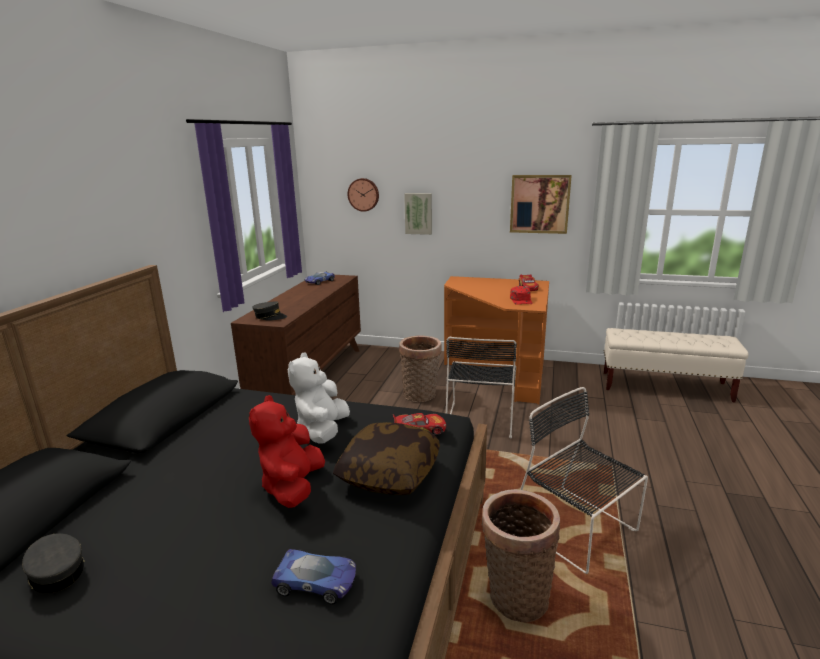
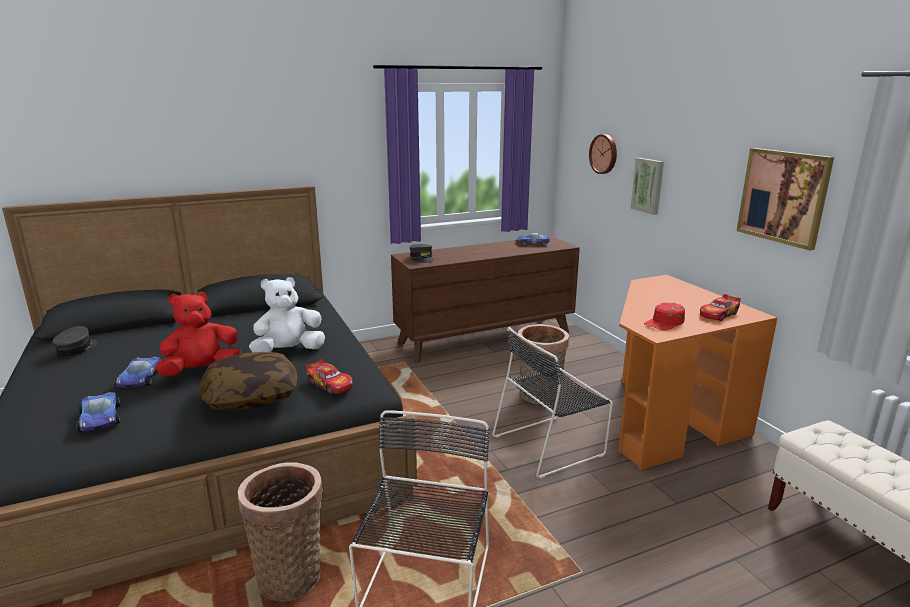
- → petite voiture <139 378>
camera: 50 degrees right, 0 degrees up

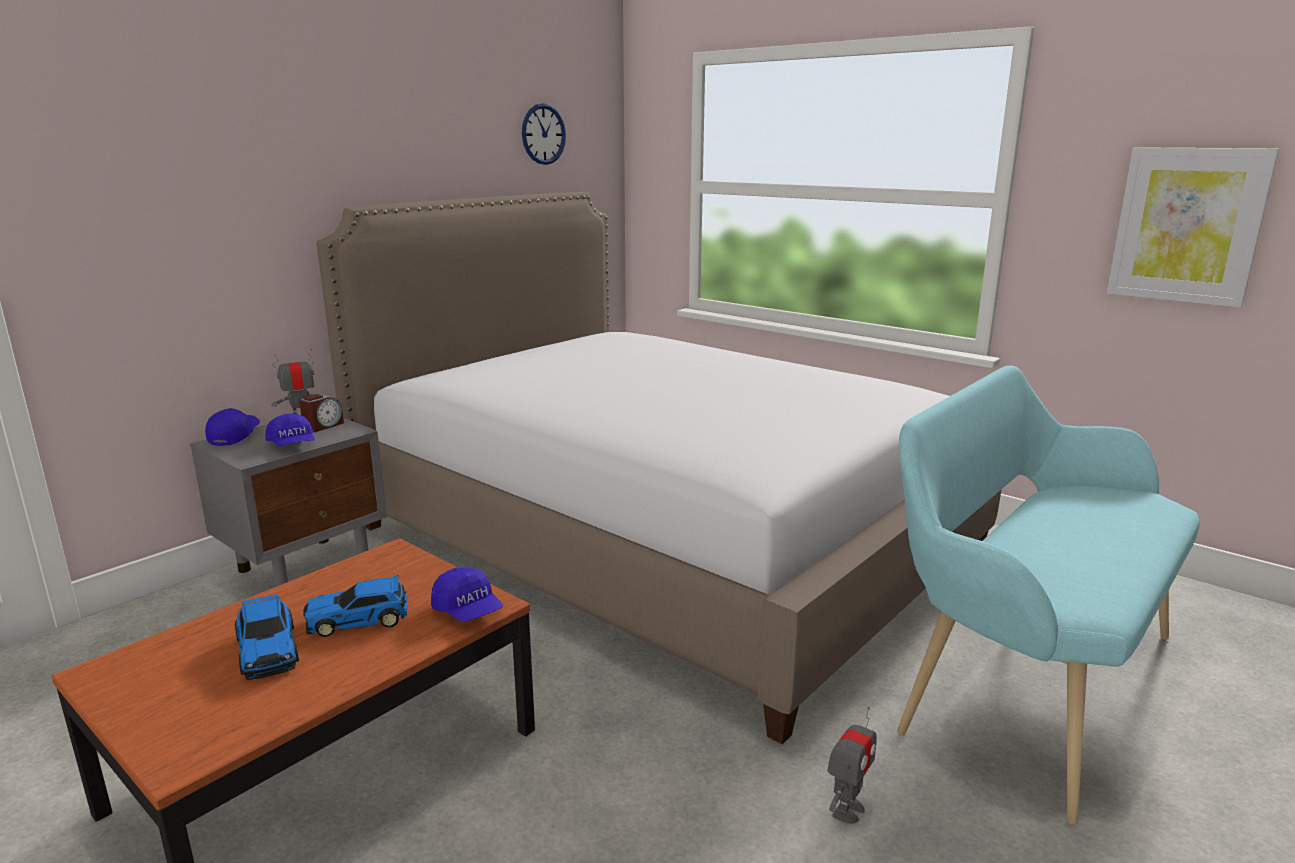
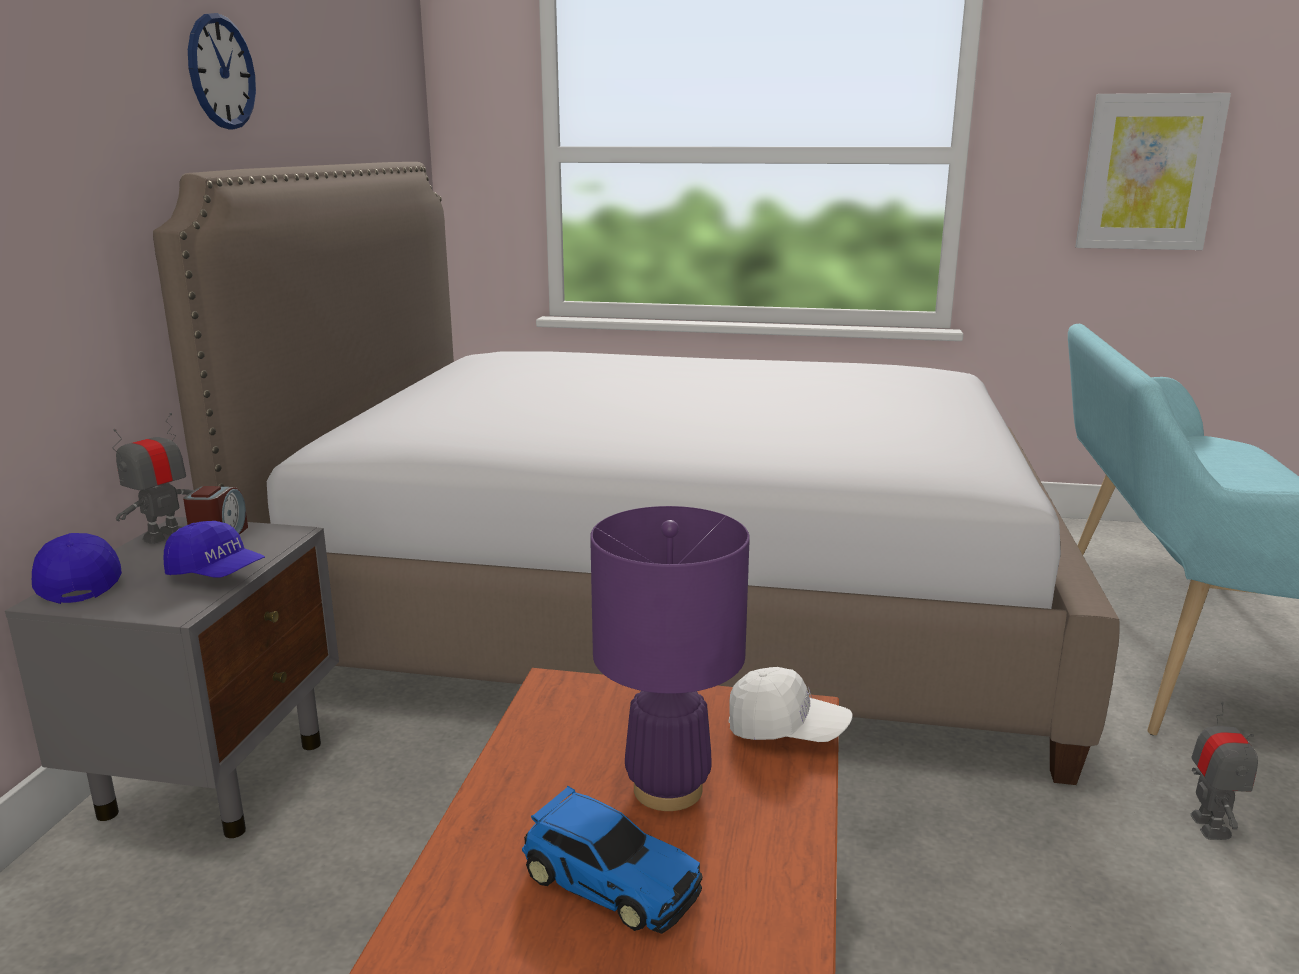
petite voiture <360 619> → lampe de table/violet <668 789>
casquette/bleu <468 611> → casquette/blanc <787 730>
horloge murale <543 134> → horloge murale <221 72>, move
camera: 30 degrees left, 0 degrees up

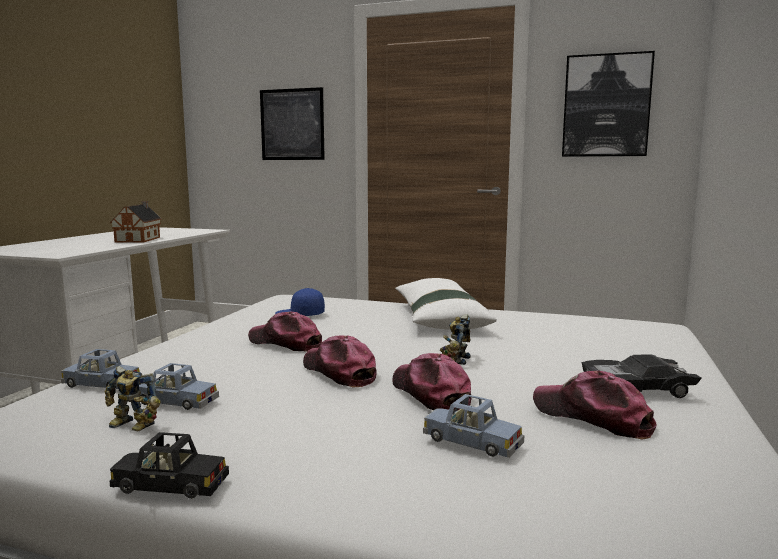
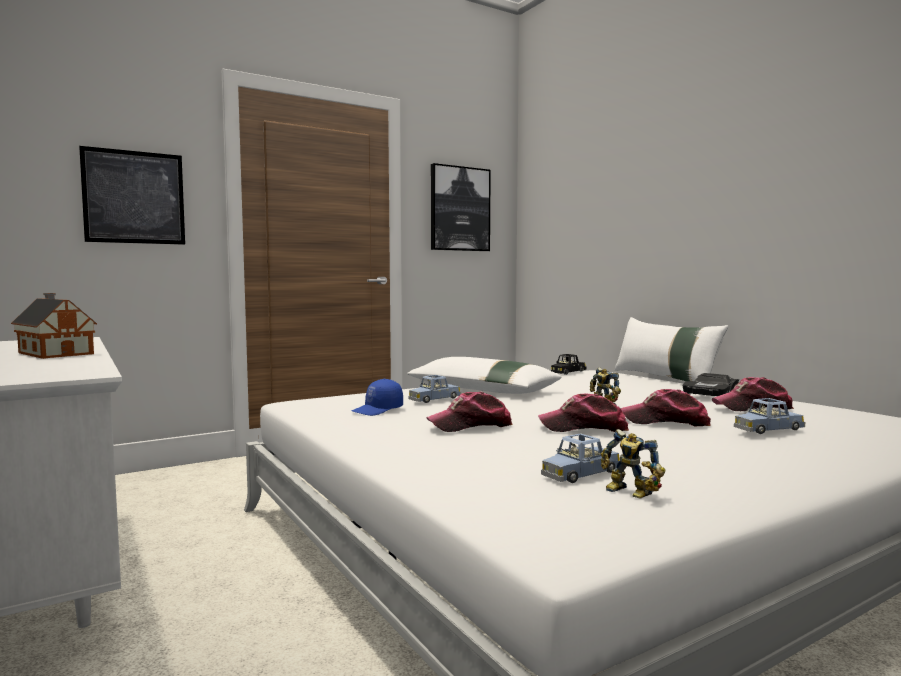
petite voiture/bleu <101 385> → petite voiture/bleu <434 399>, move
robot jouet <130 427> → robot jouet <628 493>, 75 degrees clockwise
petite voiture/noir <170 486> → petite voiture/noir <568 372>, move
- → coussin/blanc <665 379>
camera: 50 degrees left, 5 degrees down

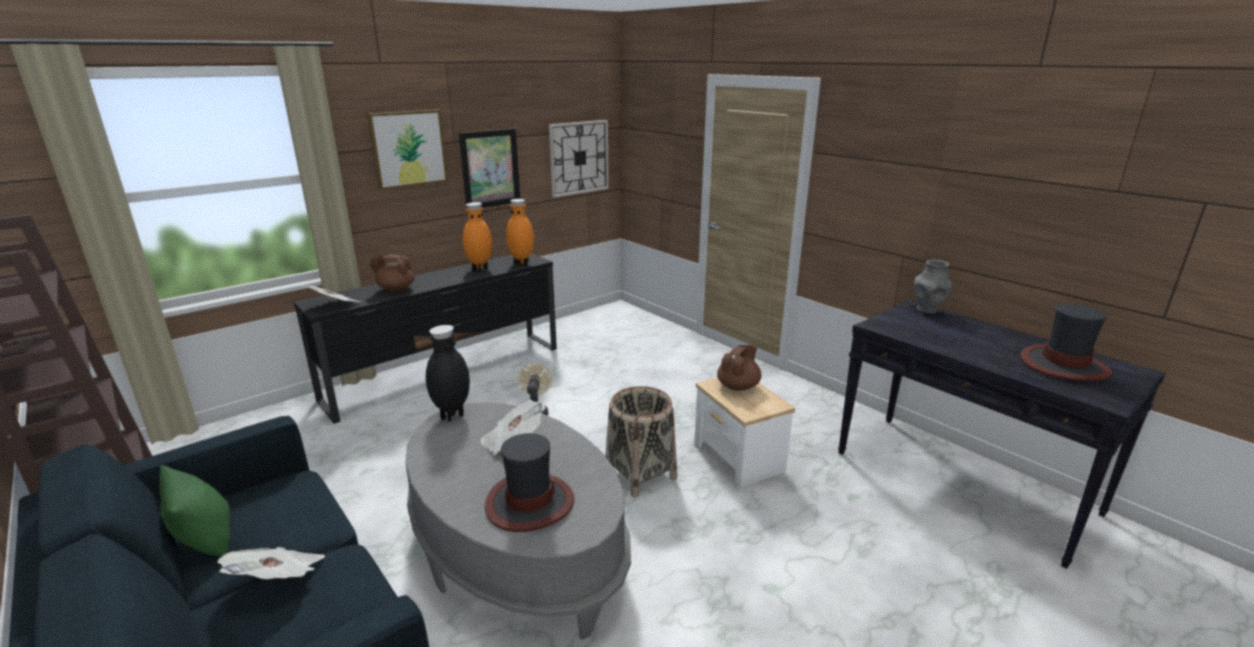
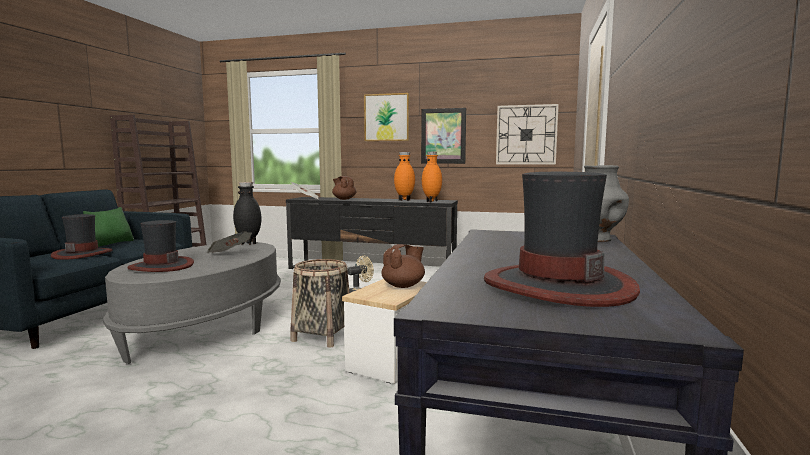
journal <279 579> → chapeau <82 254>
théière/marron <738 386> → théière/marron <403 286>, 45 degrees counterclockwise
camera: 55 degrees right, 15 degrees down

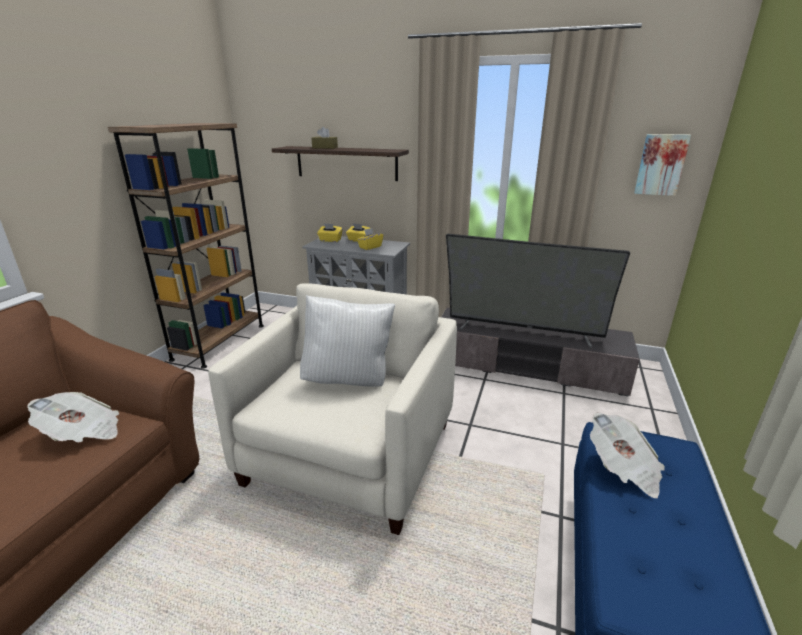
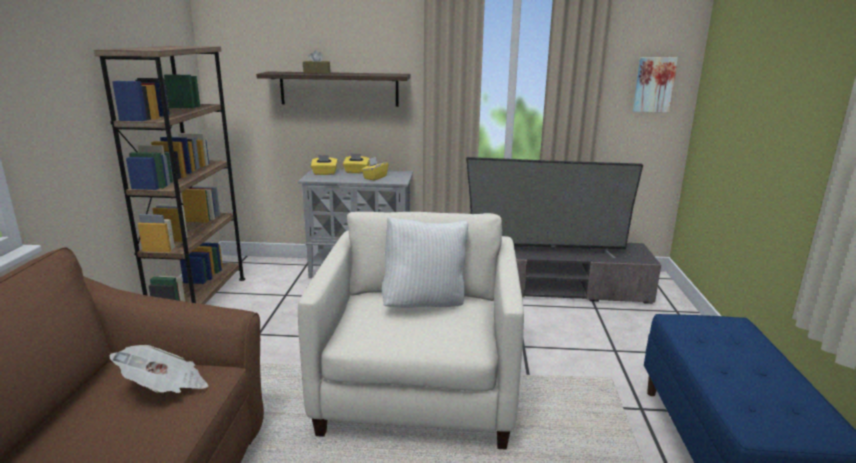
journal <623 469> → -
camera: 15 degrees left, 5 degrees down

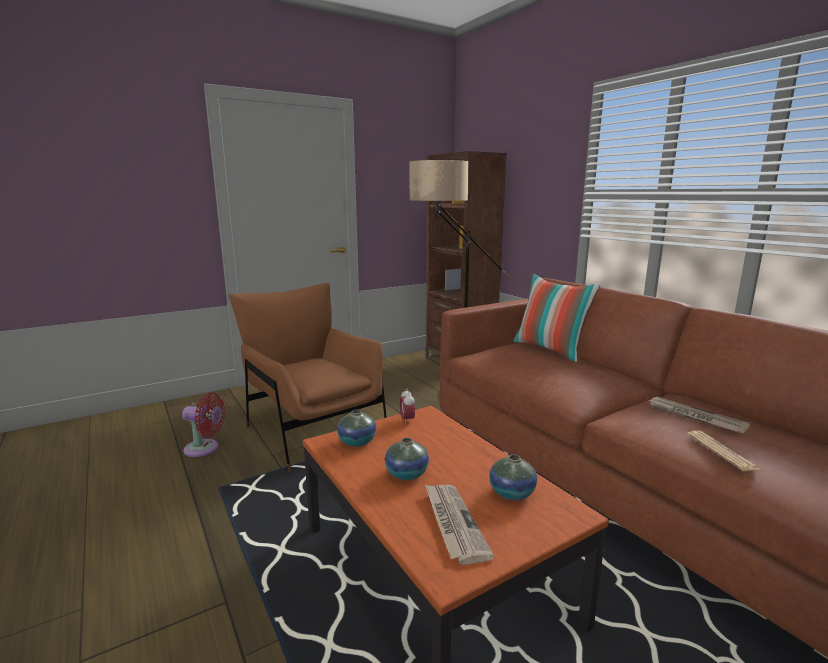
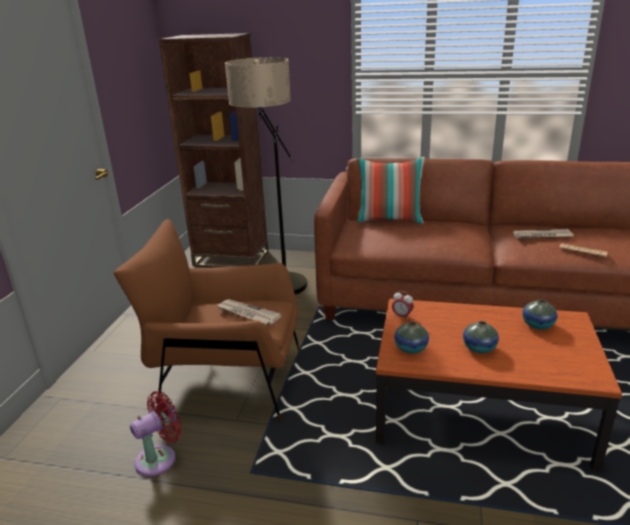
journal <453 523> → journal <247 314>, move
camera: 45 degrees left, 10 degrees up

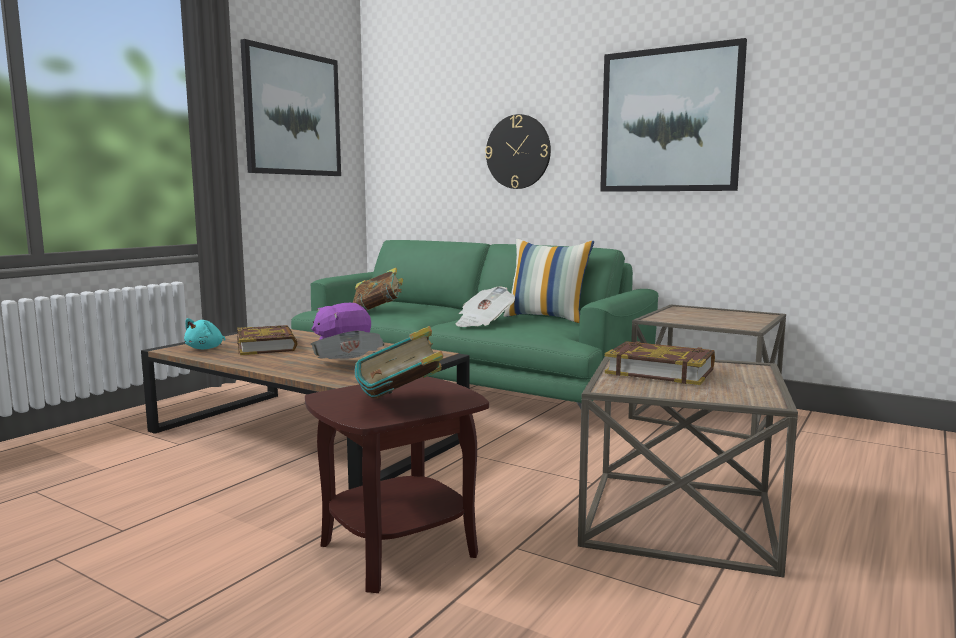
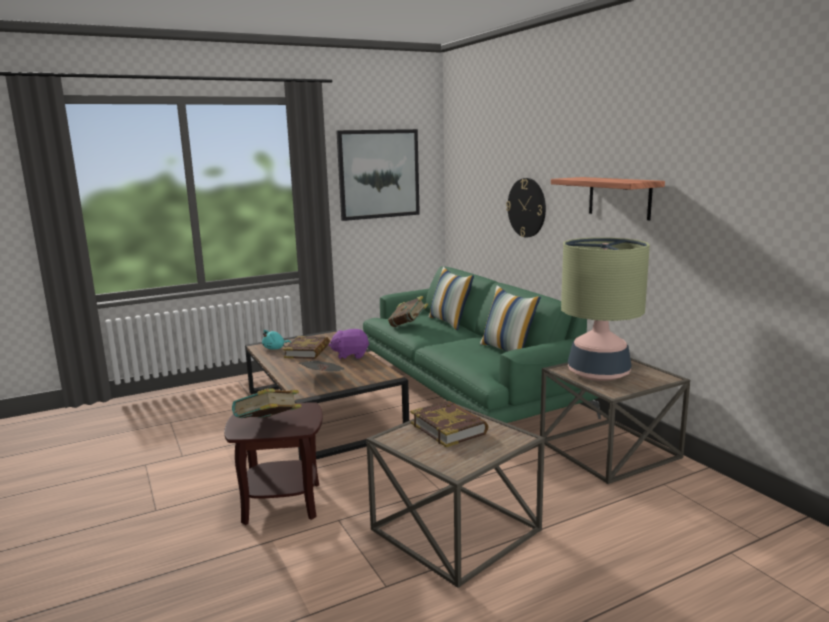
journal <483 323> → -
tableau <669 120> → étagère <619 197>
- → coussin <450 322>
- → lampe de table <598 373>
camera: 30 degrees right, 5 degrees up

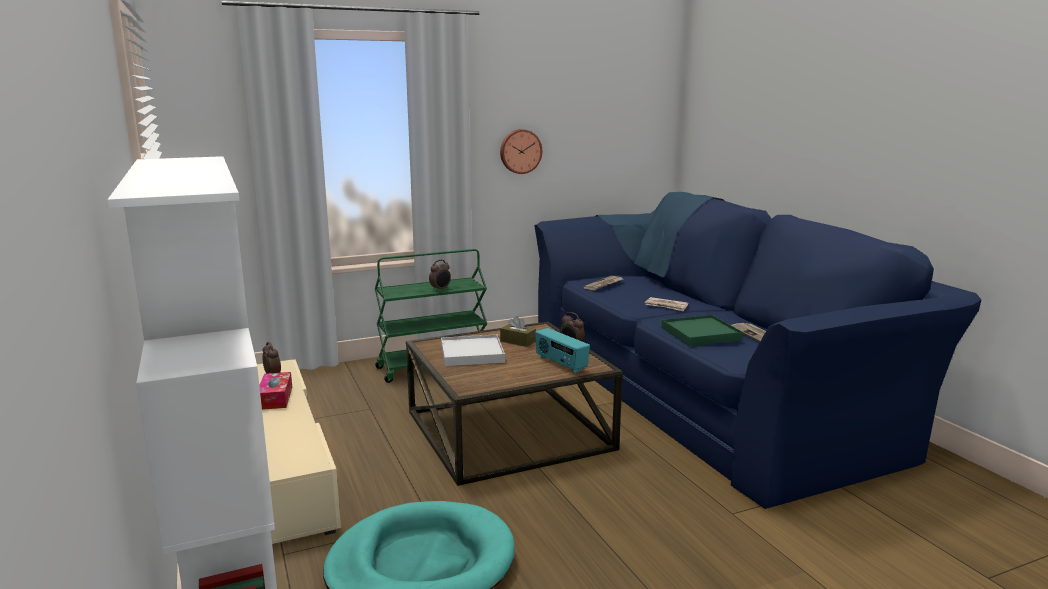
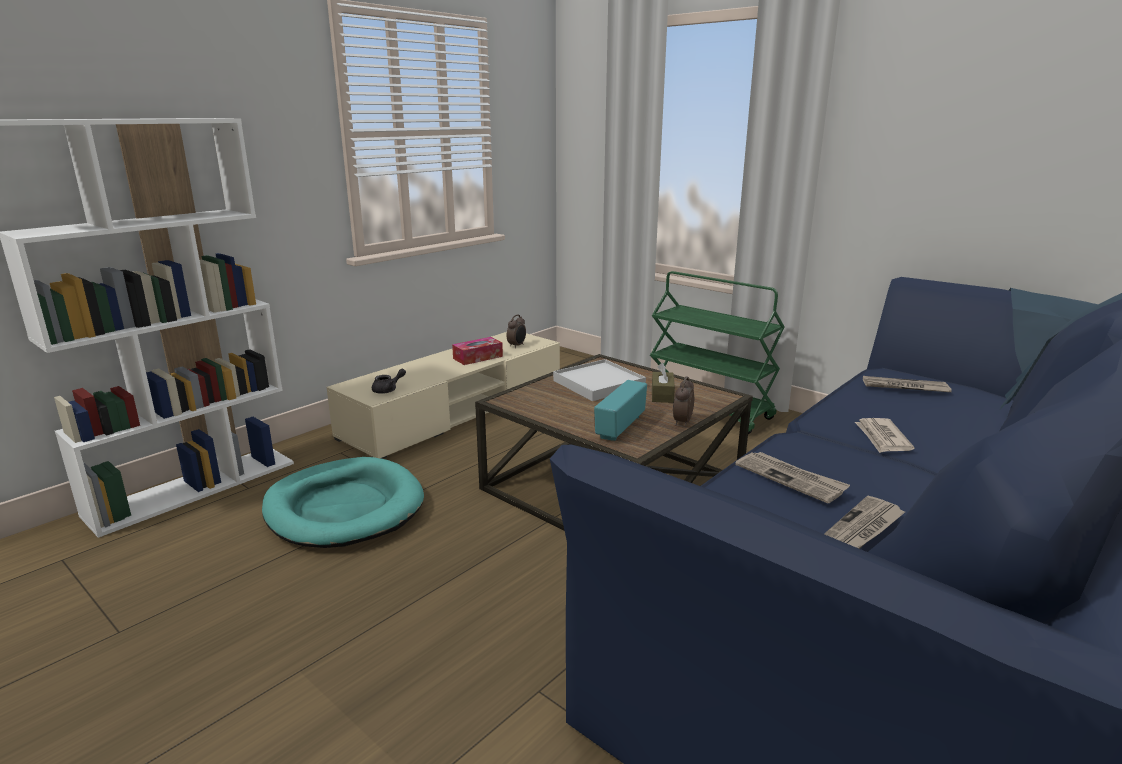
réveil <440 289> → -
horloge murale <520 151> → -
plateau/vert <700 334> → journal <791 479>
- → théière/gris <388 390>
camera: 65 degrees right, 5 degrees up

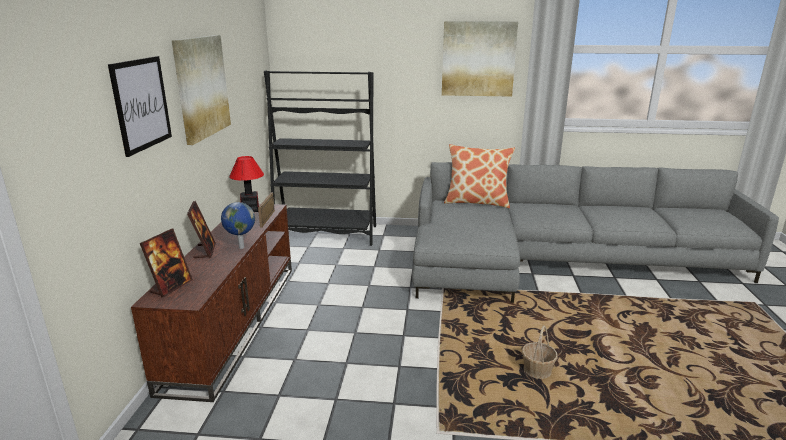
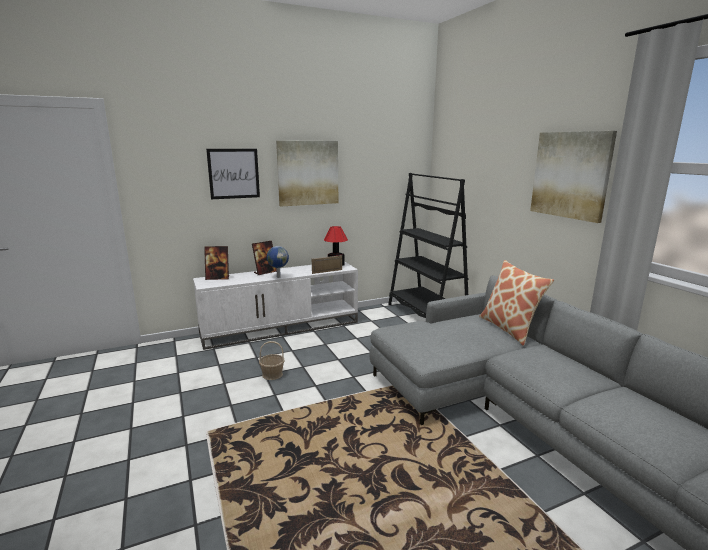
meuble télé/marron <234 321> → meuble télé/blanc <281 327>
panier <537 371> → panier <272 374>, move
camera: 60 degrees right, 5 degrees down

